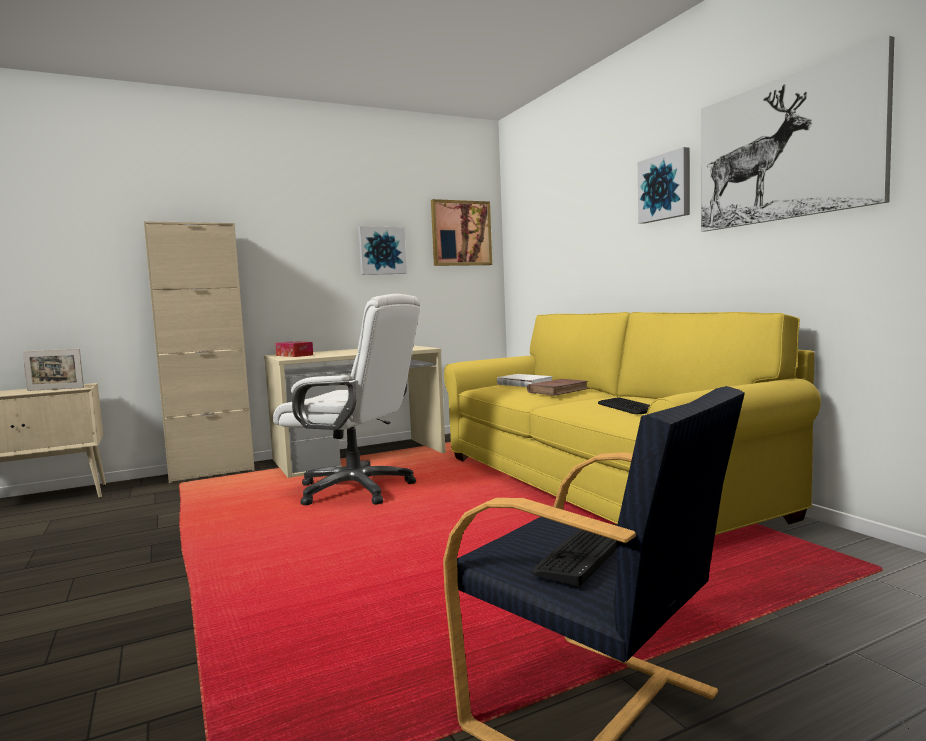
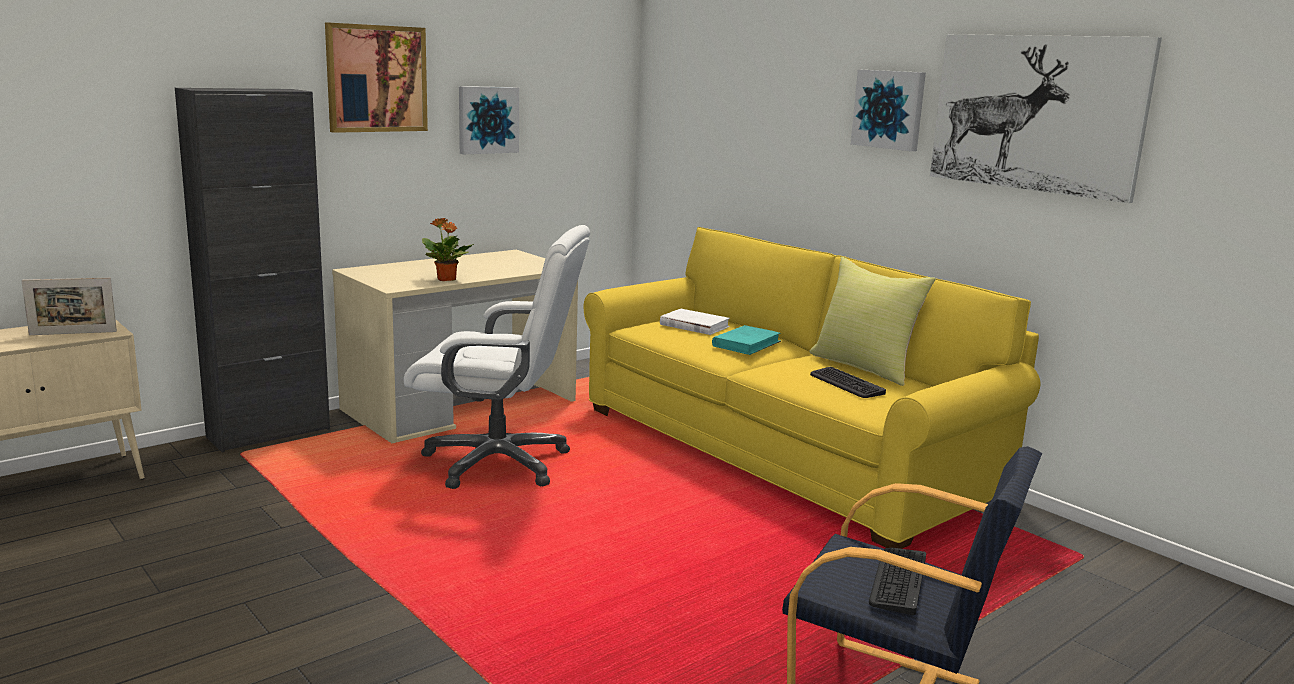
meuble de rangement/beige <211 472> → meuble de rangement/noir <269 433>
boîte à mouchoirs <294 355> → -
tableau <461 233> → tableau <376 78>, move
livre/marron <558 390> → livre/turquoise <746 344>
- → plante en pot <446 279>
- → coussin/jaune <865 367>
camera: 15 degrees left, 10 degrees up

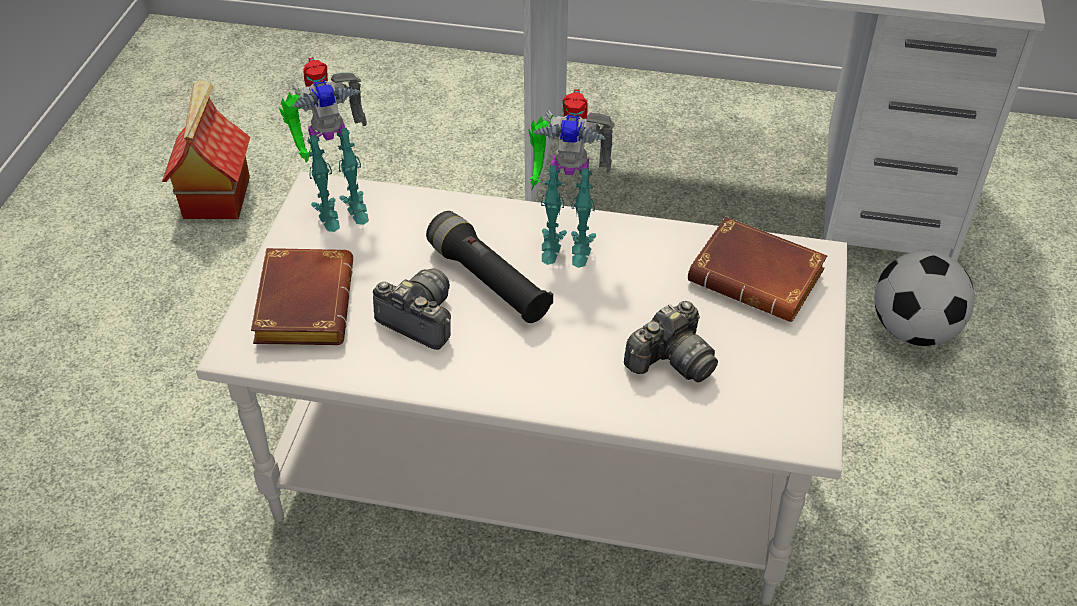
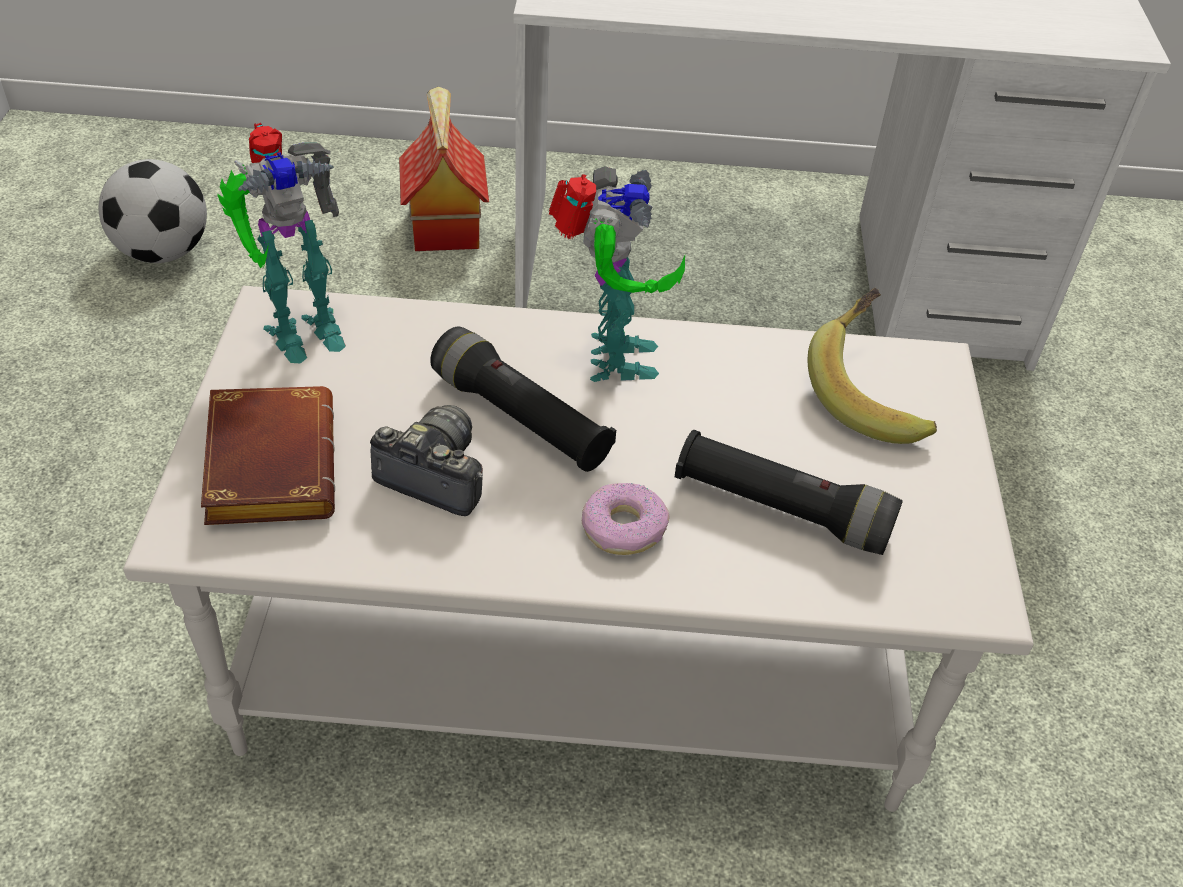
maison miniature <215 196> → maison miniature <443 226>, move
robot jouet <564 241> → robot jouet <611 360>, 90 degrees counterclockwise
appareil photo <671 360> → lampe de poche/noir <781 509>
livre/marron <760 277> → banane <871 393>
ballon de foot <913 330> → ballon de foot <163 252>, move
- → beignet <623 527>
camera: 10 degrees left, 0 degrees up

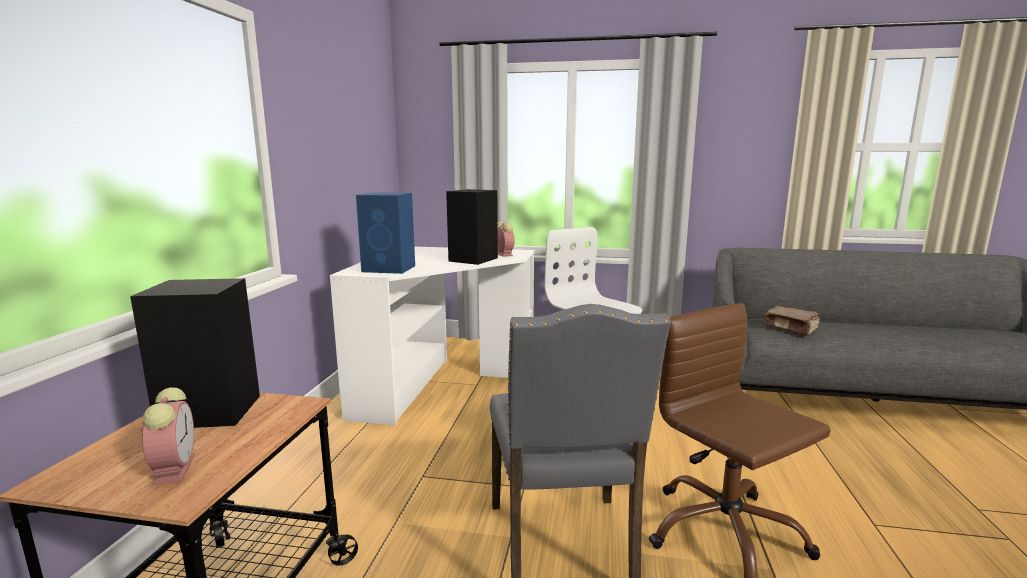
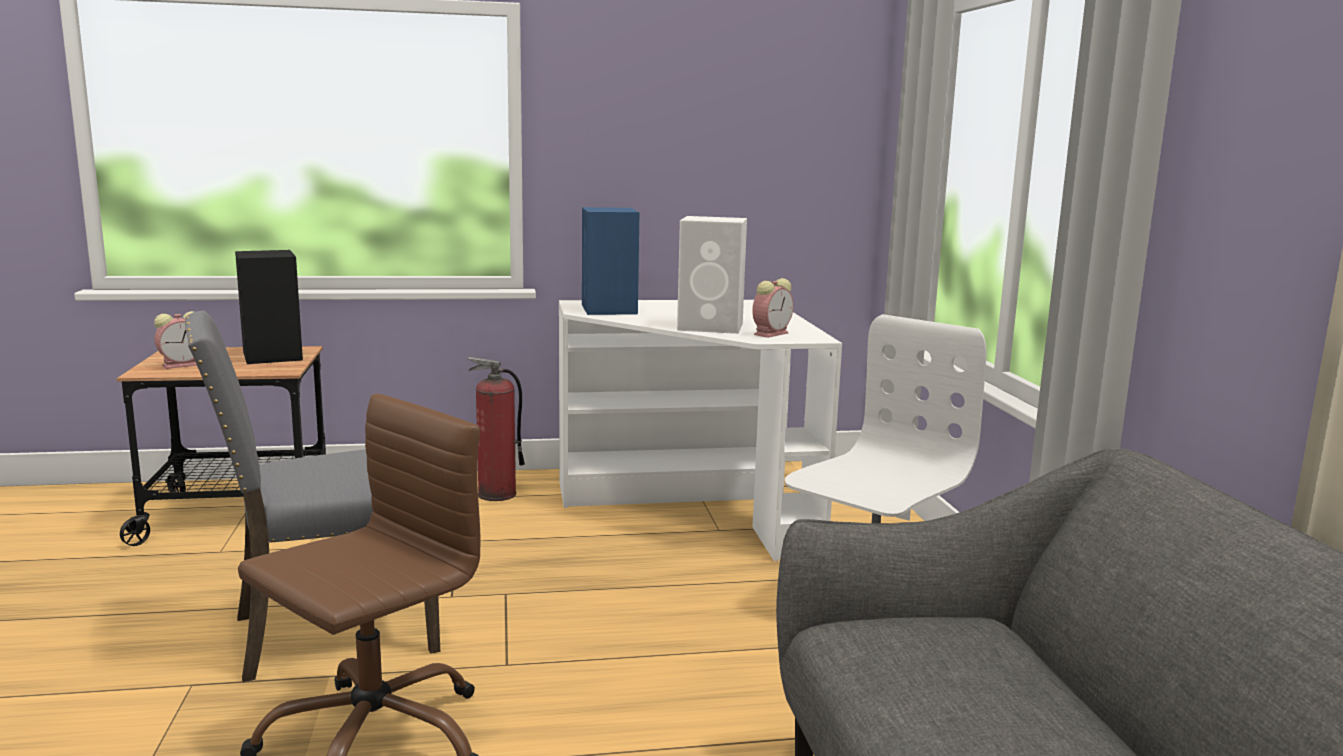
enceinte/noir <474 259> → enceinte/blanc <712 327>
livre/marron <791 328> → -
- → extincteur <496 494>
camera: 70 degrees right, 0 degrees up

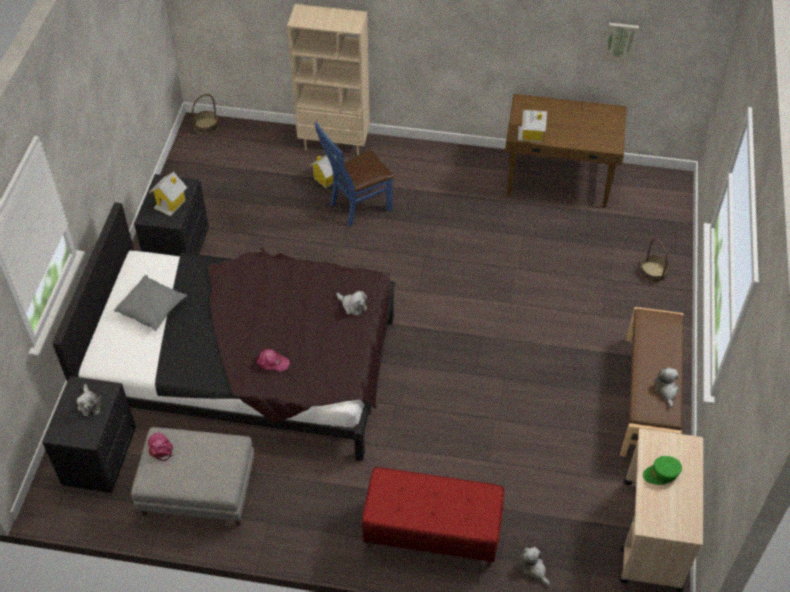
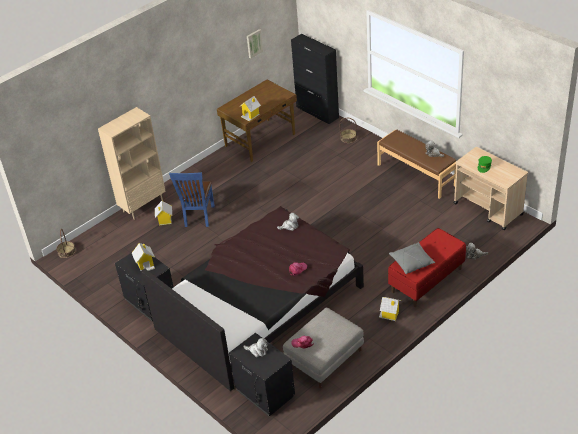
coussin/gris <152 309> → coussin/gris <412 262>, move
- → meuble de rangement/noir <317 112>
- → maison miniature <390 314>
camera: 50 degrees left, 10 degrees down

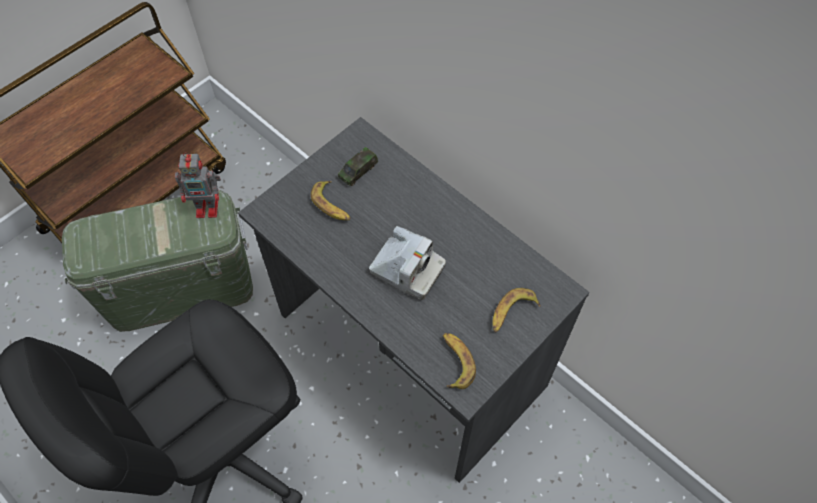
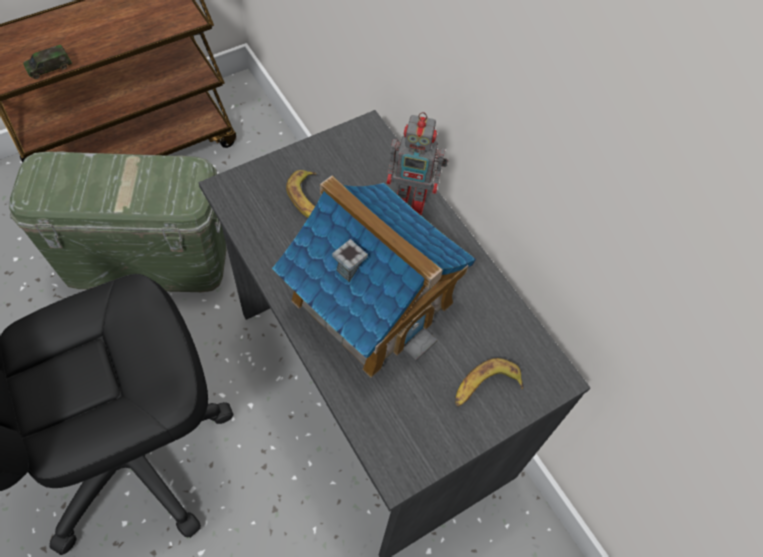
robot jouet <209 207> → robot jouet <412 199>, move
petite voiture <358 171> → petite voiture <49 67>, move
appareil photo <407 270> → maison miniature <372 301>
banane <455 362> → -
camera: 10 degrees right, 0 degrees up

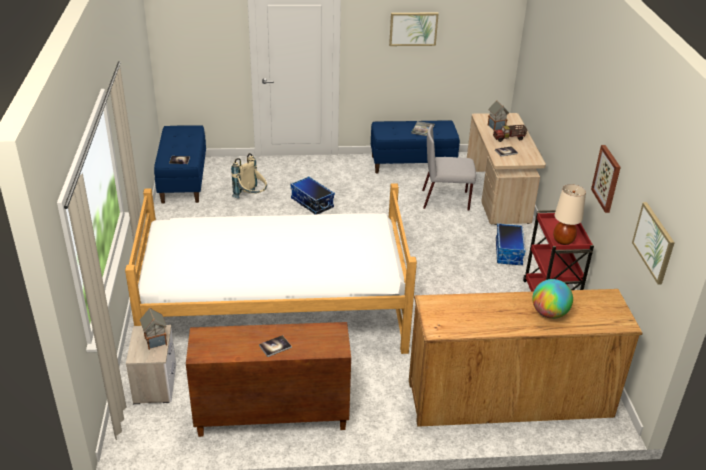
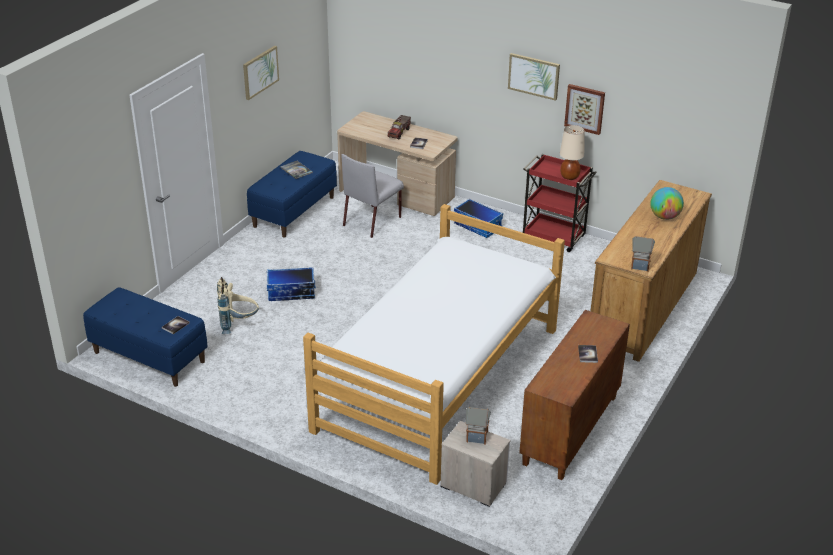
maison miniature <496 127> → maison miniature <639 265>, move
tableau <654 242> → tableau <534 76>, move
camera: 55 degrees left, 0 degrees up

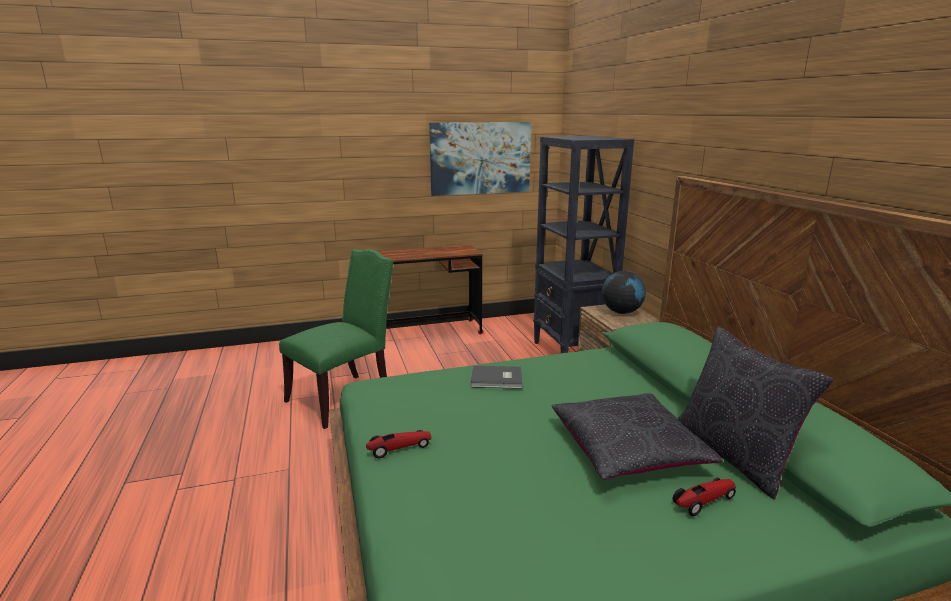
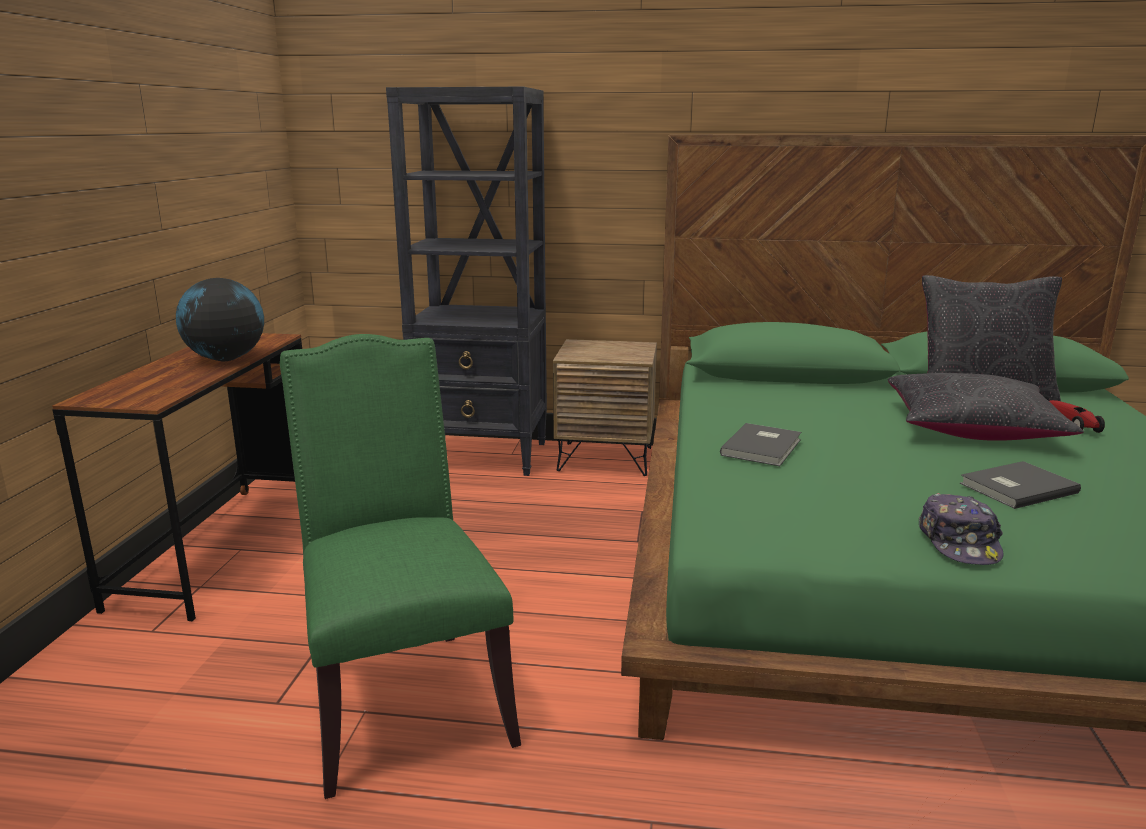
petite voiture <399 448> → casquette <959 542>
tableau <480 158> → -
globe <621 312> → globe <226 359>, move
- → livre/gris <1015 487>
camera: 65 degrees left, 0 degrees up

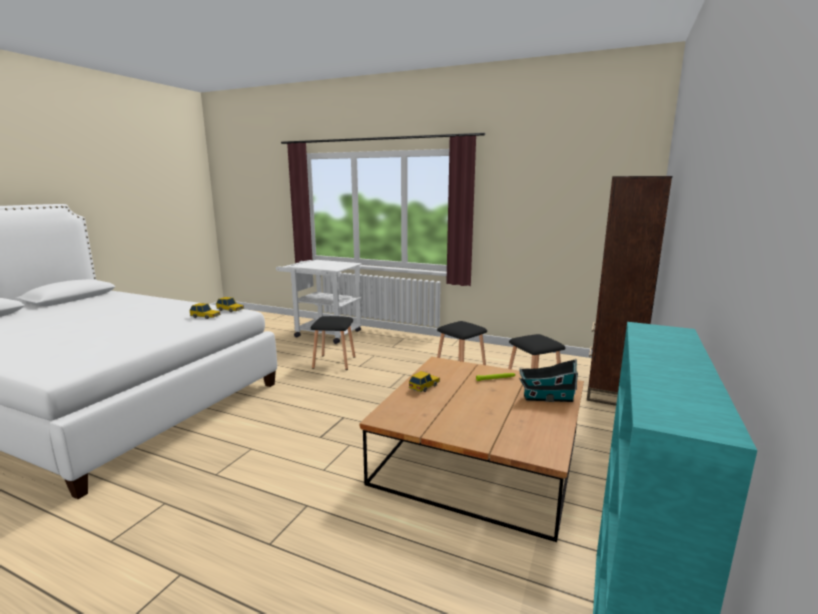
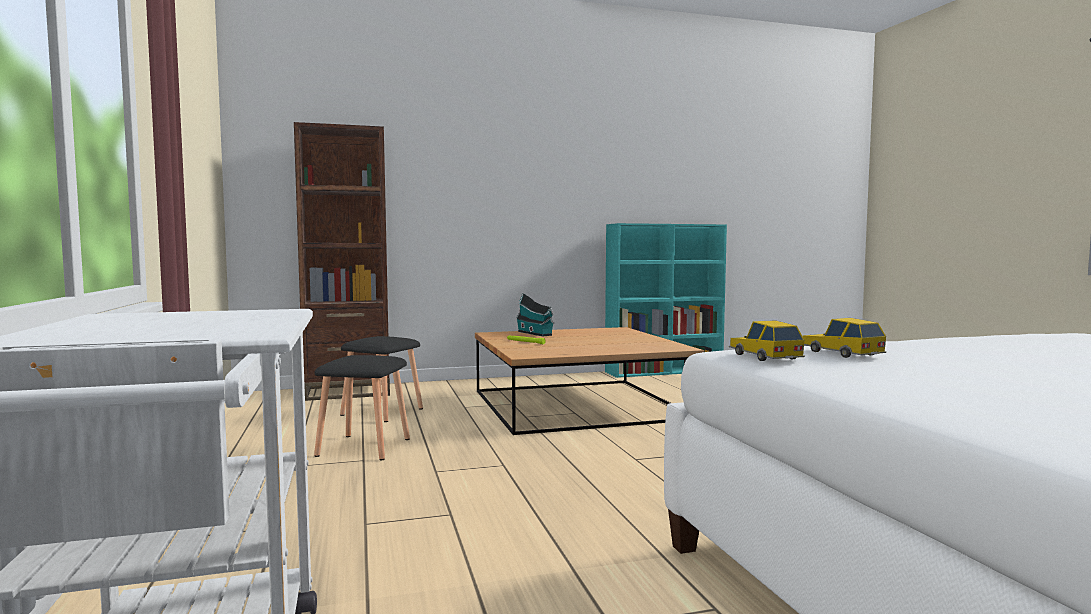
tabouret/noir <333 362> → -
petite voiture <424 386> → -
camera: 130 degrees left, 10 degrees down

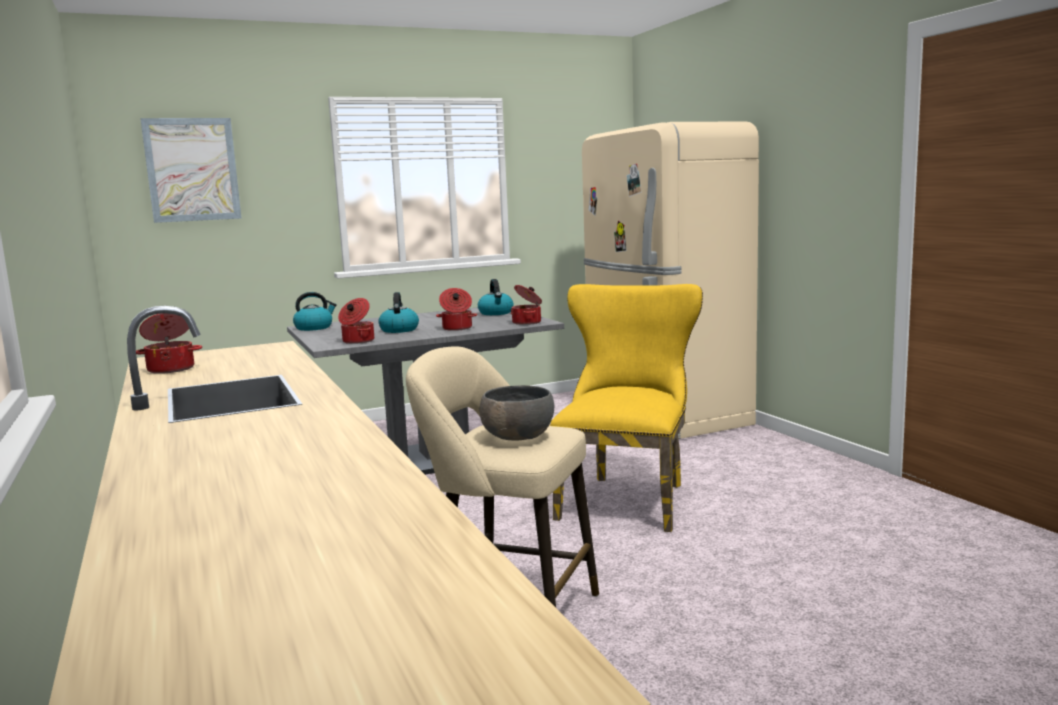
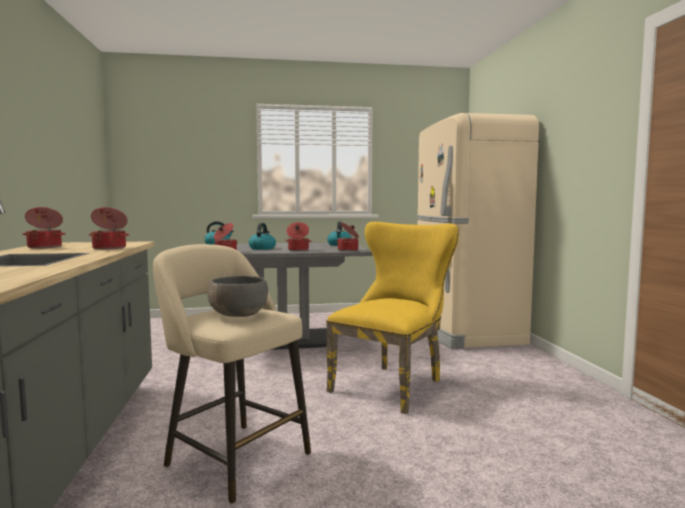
tableau <192 170> → -
- → marmite <110 248>
camera: 15 degrees right, 5 degrees down

